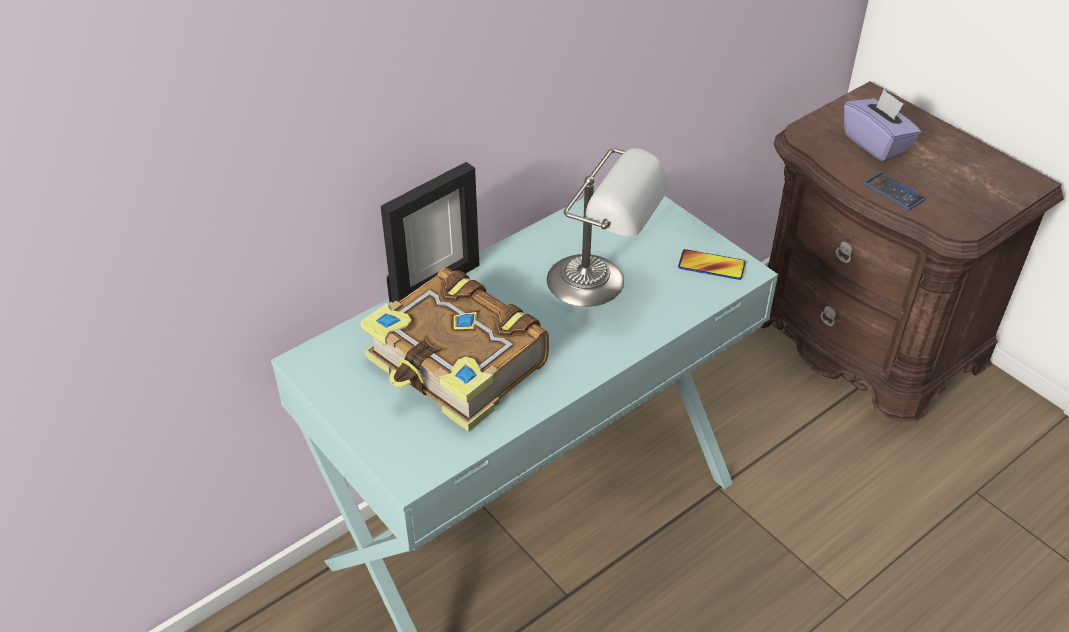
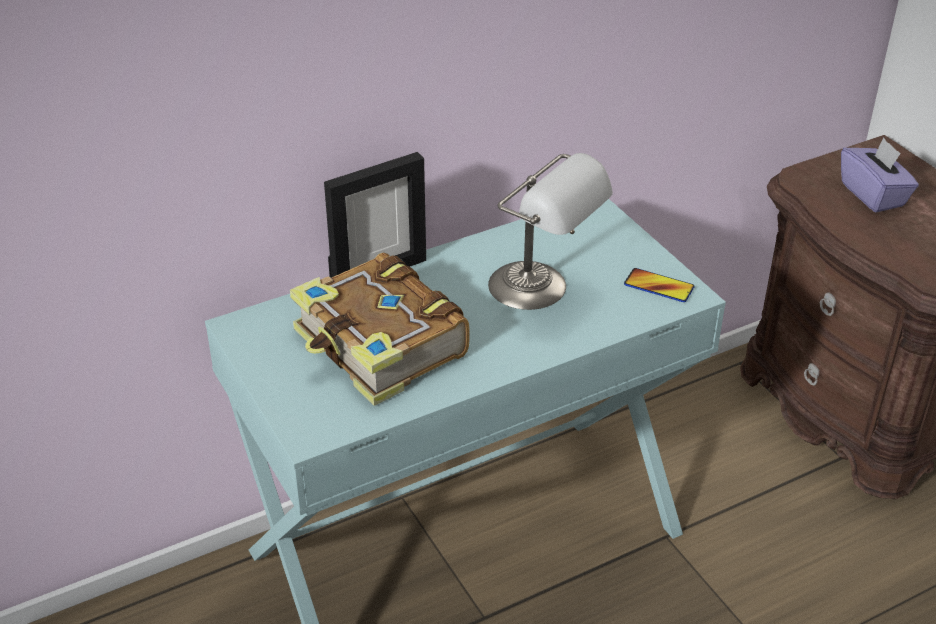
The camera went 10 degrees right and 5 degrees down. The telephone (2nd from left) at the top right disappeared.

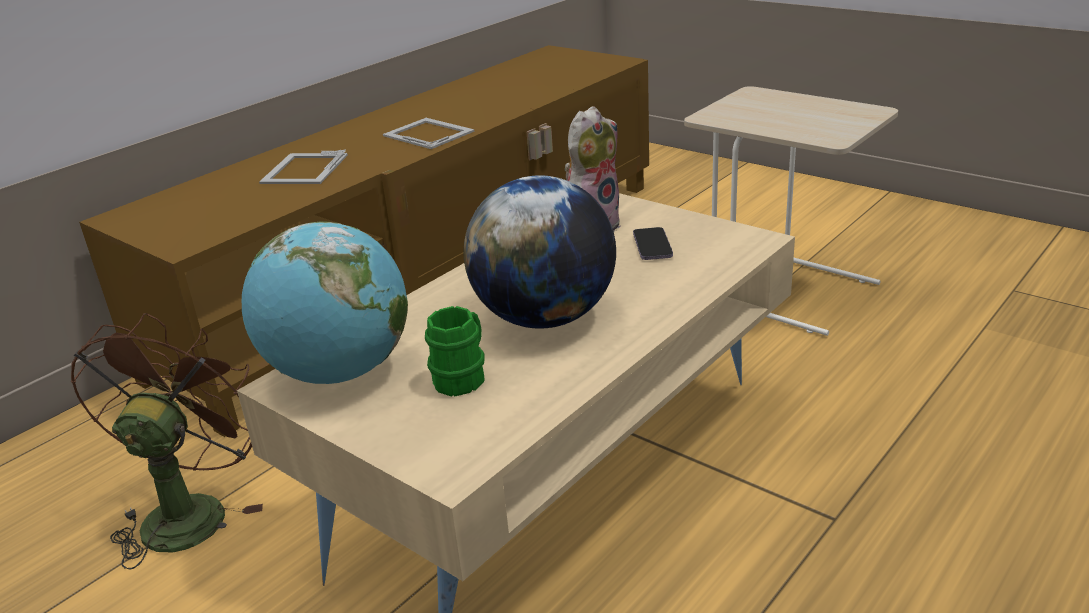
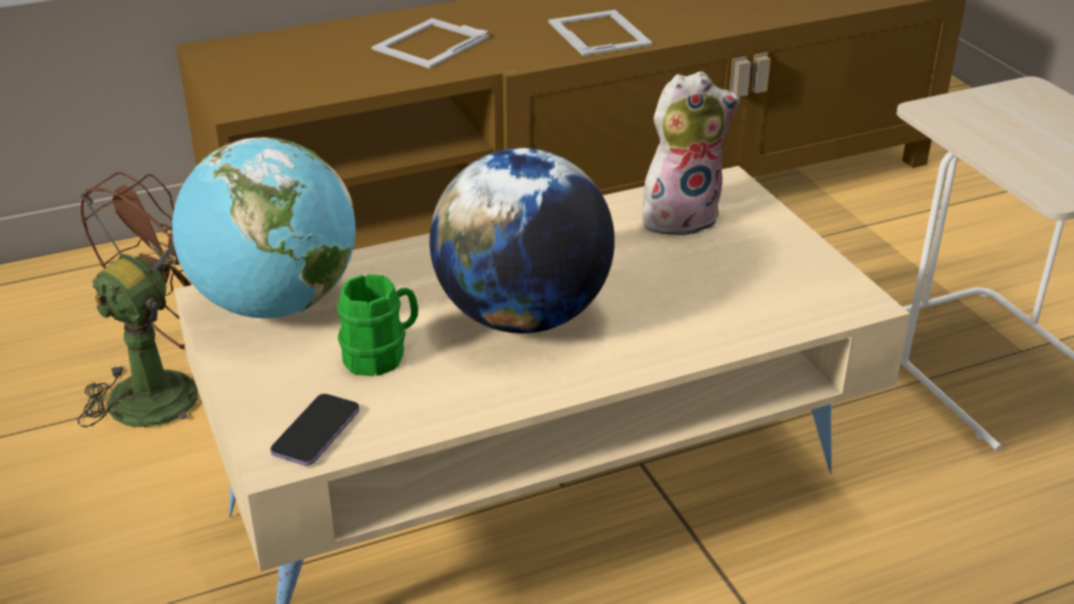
The camera went 25 degrees right and 5 degrees up. The telephone moved from the centre to the bottom left.

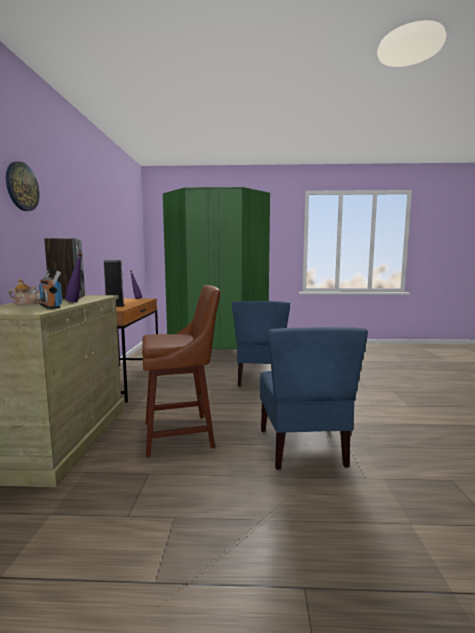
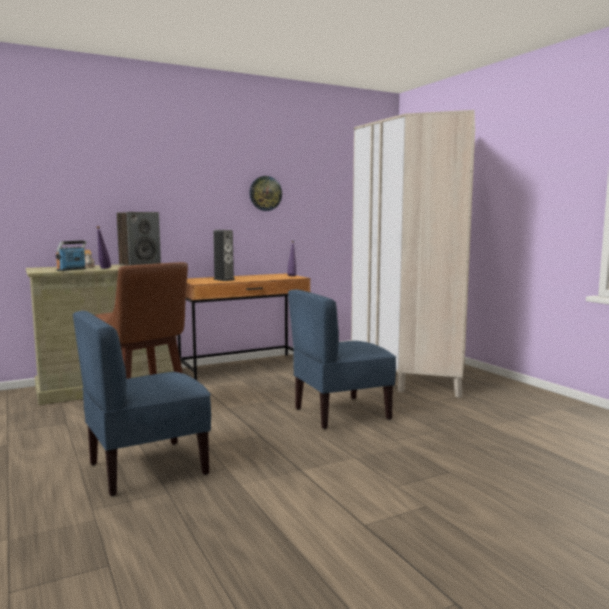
The camera went 60 degrees right and 0 degrees up. The clock on the wall moved from the top left to the top centre. The green-coloured armoire at the centre became the beige-coloured armoire at the middle right.

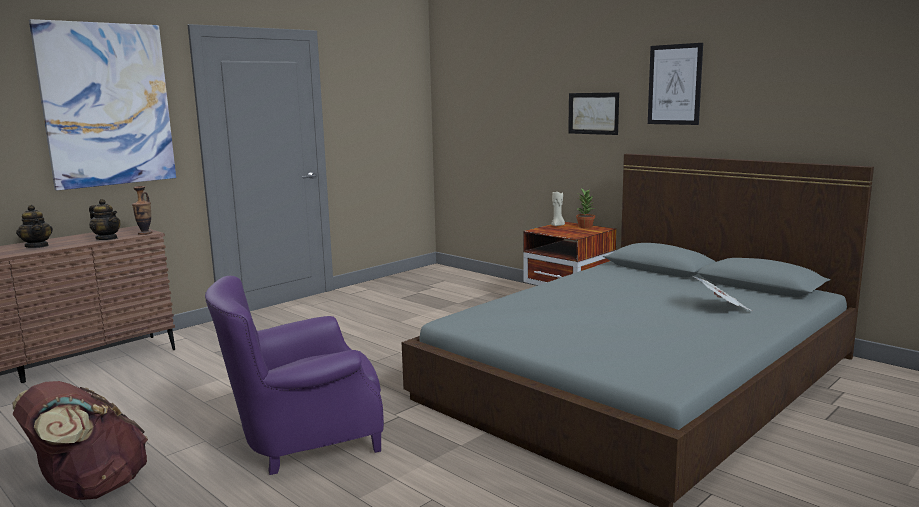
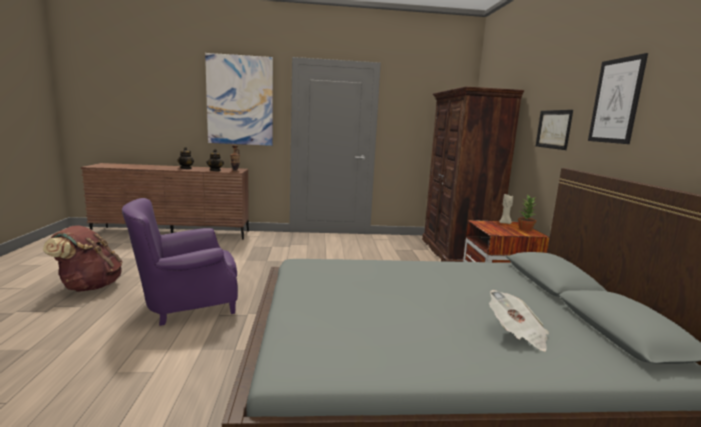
The camera went 40 degrees right and 0 degrees up. The purple-coloured armchair at the bottom left turned 45 degrees counterclockwise. The brown armoire at the middle right appeared.

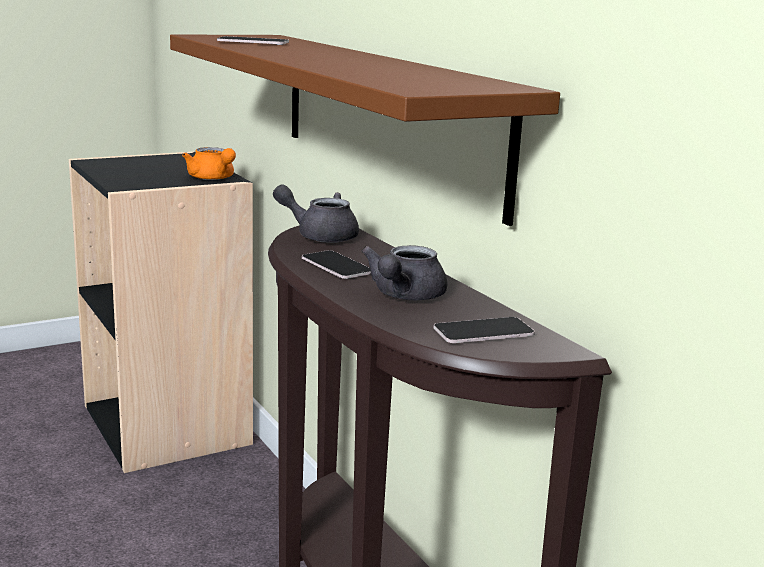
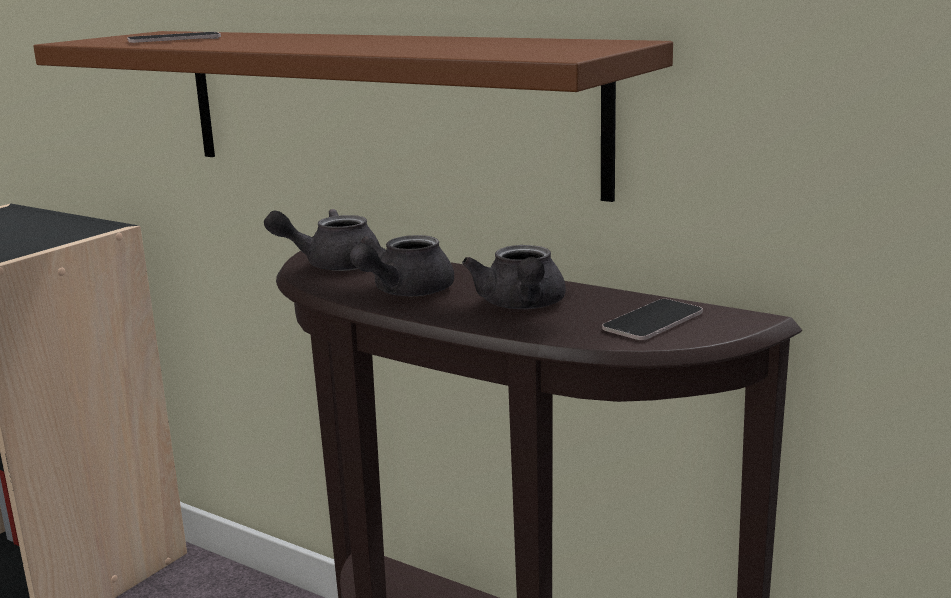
The camera went 25 degrees left and 0 degrees up. The orange pot for tea at the top left disappeared. The telephone (2nd from left) at the centre was replaced by the gray pot for tea (2nd from left) at the centre.

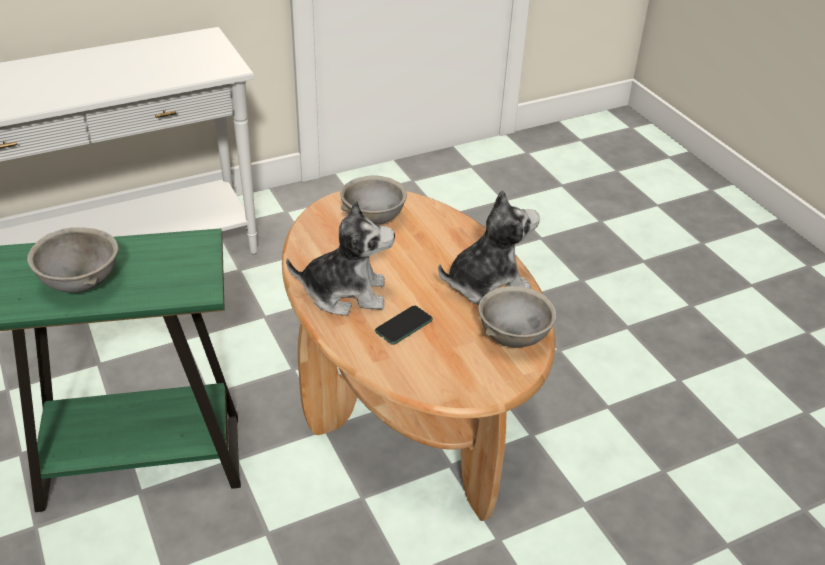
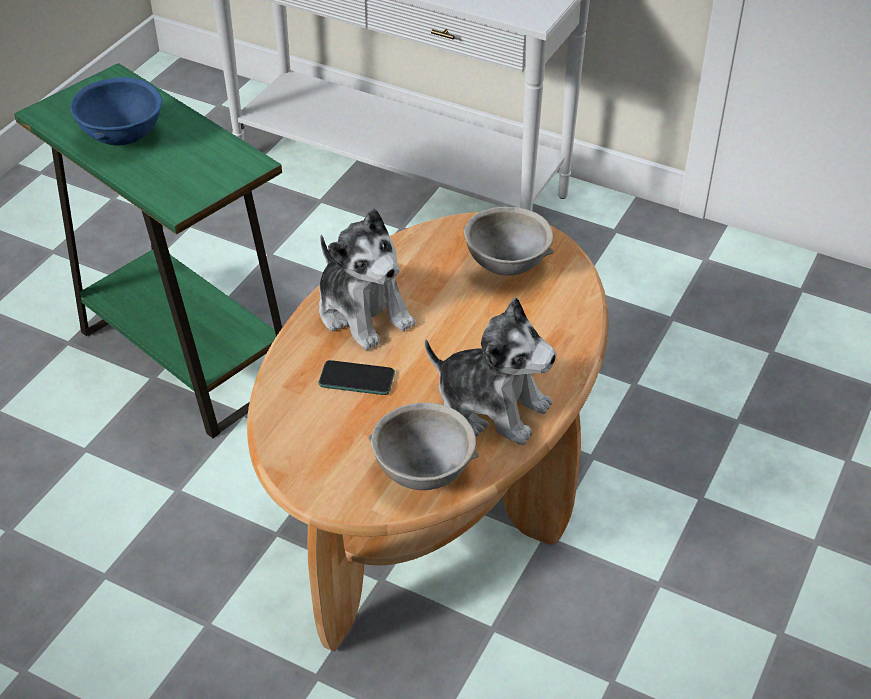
The camera went 55 degrees right and 5 degrees up. The gray bowl (1st from left) at the middle left became the blue-coloured bowl at the top left.

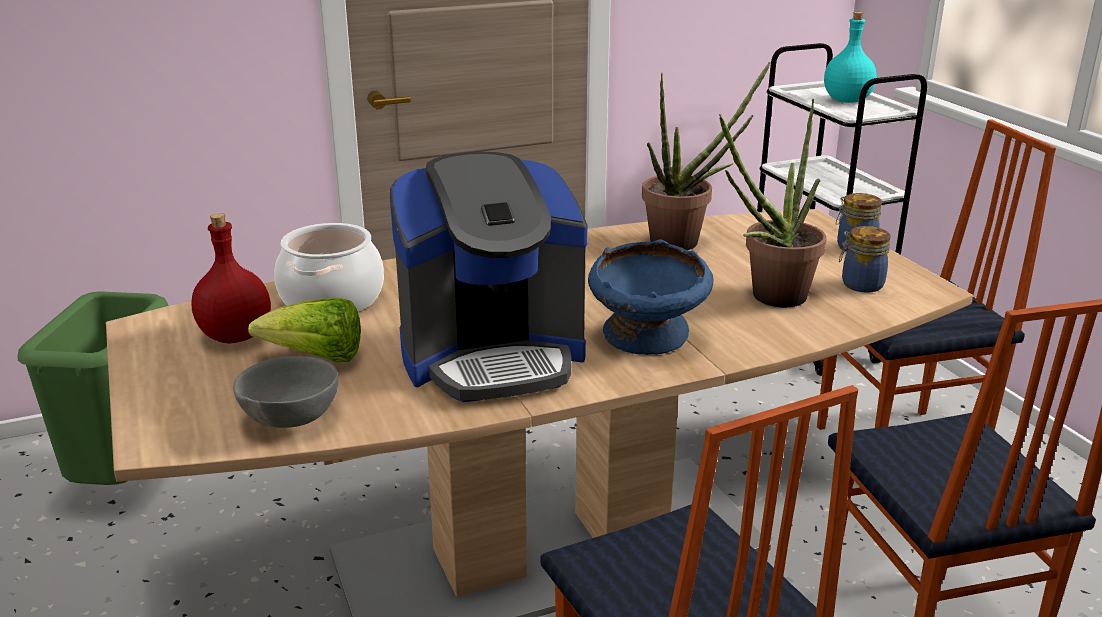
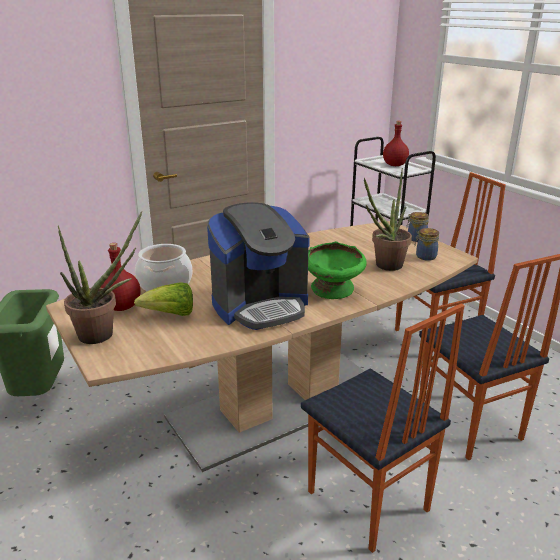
The camera went 10 degrees left and 0 degrees up. The gray bowl at the middle left disappeared. The blue-coloured bowl at the centre became the green-coloured bowl at the centre. The plant in a pot (1st from left) moved from the top centre to the middle left. The blue-green drink bottle at the top right became the reddish drink bottle (2nd from left) at the top right.

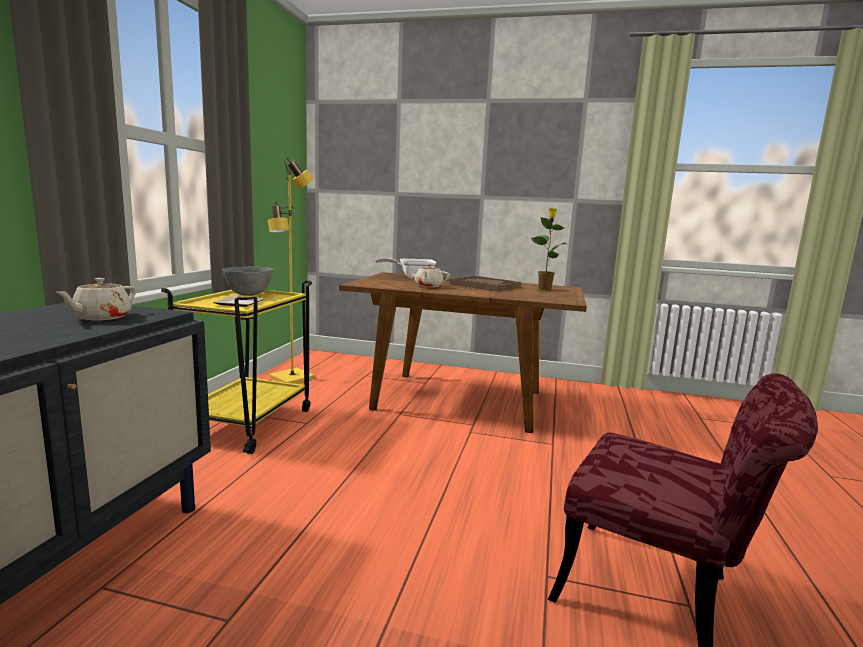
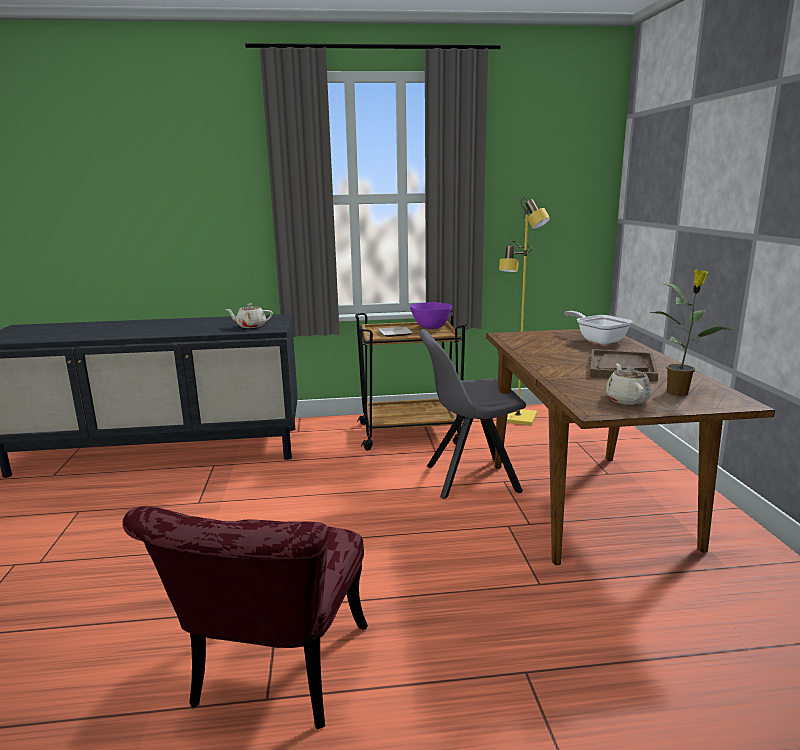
The camera went 70 degrees right and 5 degrees up. The yellow trolley at the middle left became the brown trolley at the centre. The gray bowl at the middle left became the purple-coloured bowl at the centre. The beige-coloured pot for tea (2nd from left) moved from the centre to the middle right. The gray upright chair at the centre appeared.

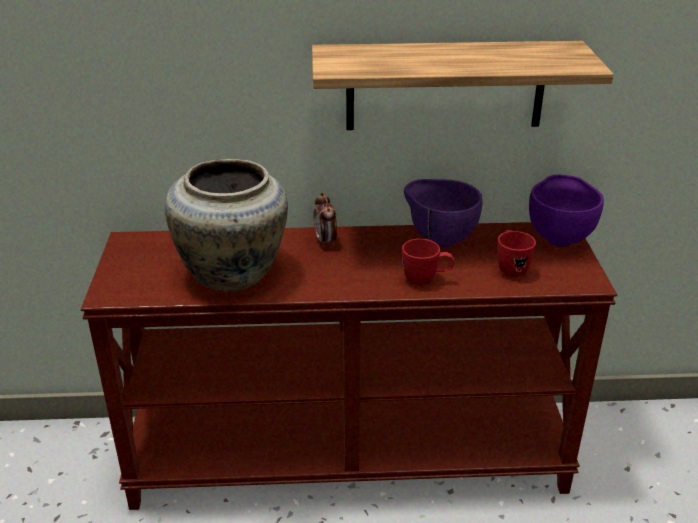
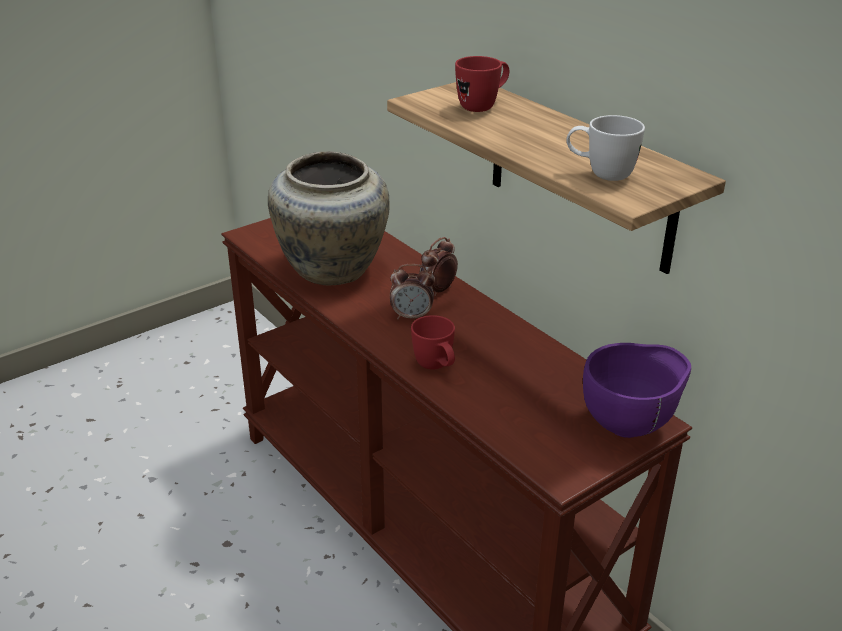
The camera went 55 degrees right and 0 degrees up. The purple-coloured bowl (1st from left) at the centre disappeared. The reddish tea mug (2nd from left) moved from the middle right to the top centre. The alarm clock (1st from left) at the centre appeared. The whitish tea mug at the top right appeared.

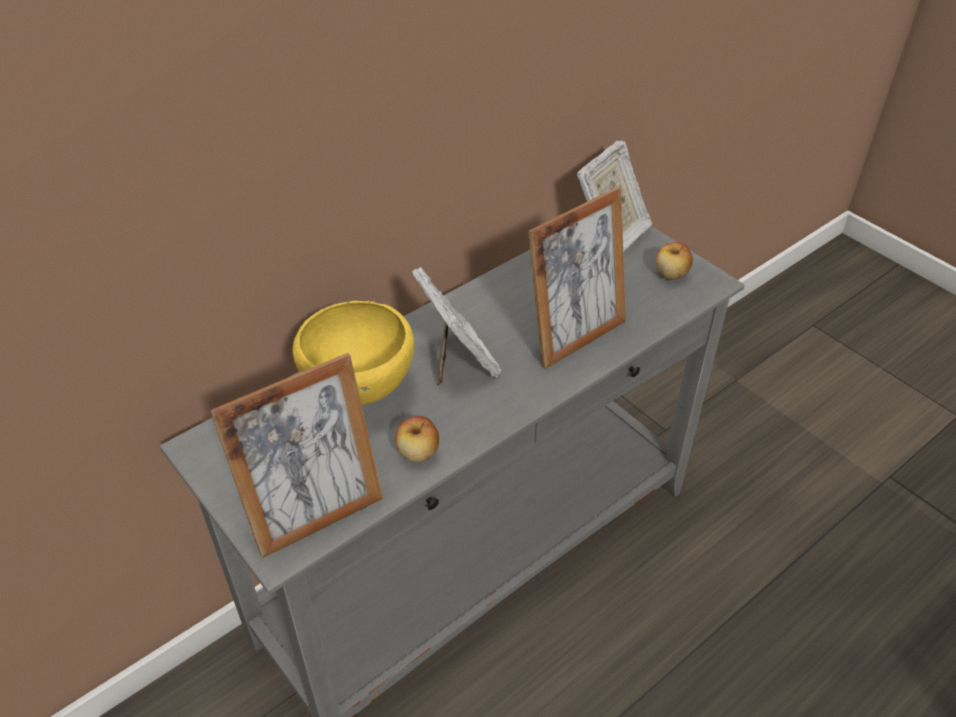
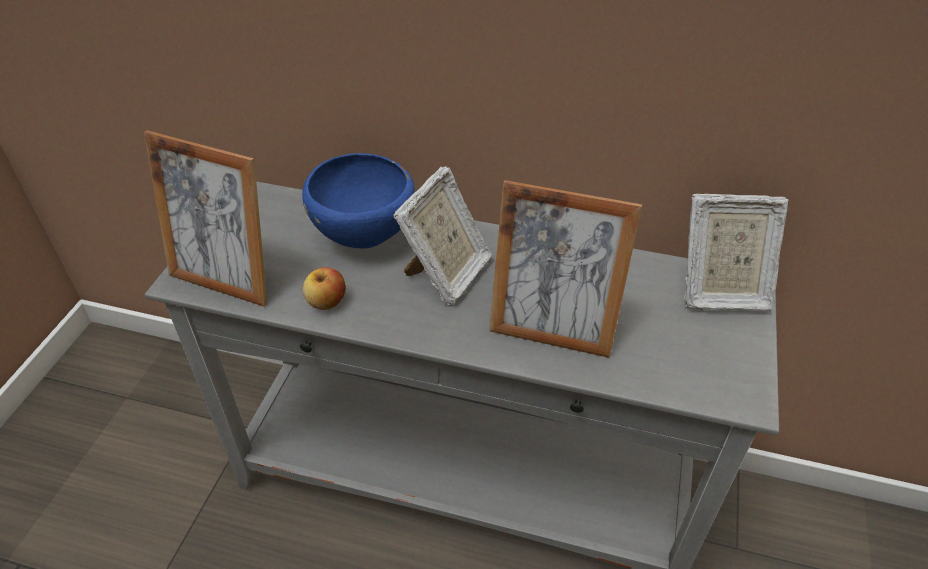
The camera went 55 degrees right and 0 degrees up. The yellow bowl at the centre became the blue-coloured bowl at the centre. The apple (2nd from left) at the middle right disappeared.

